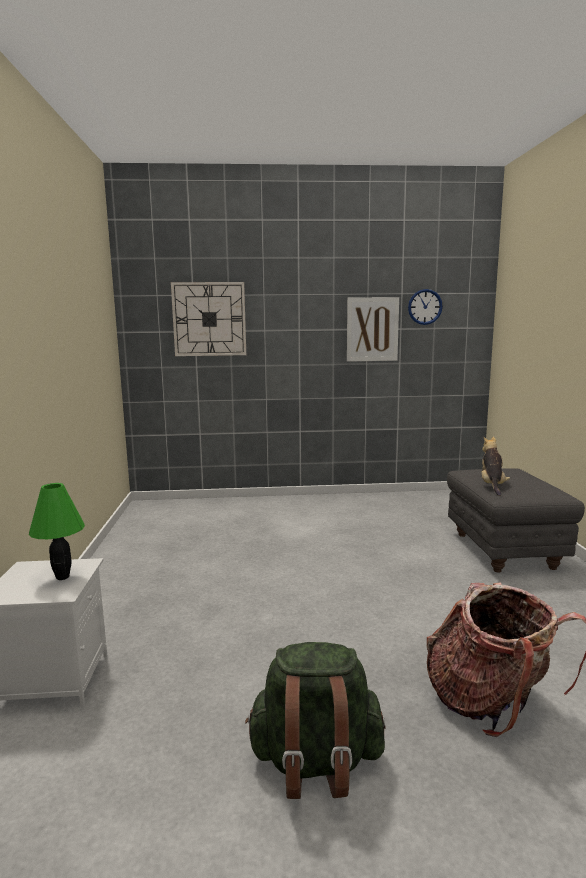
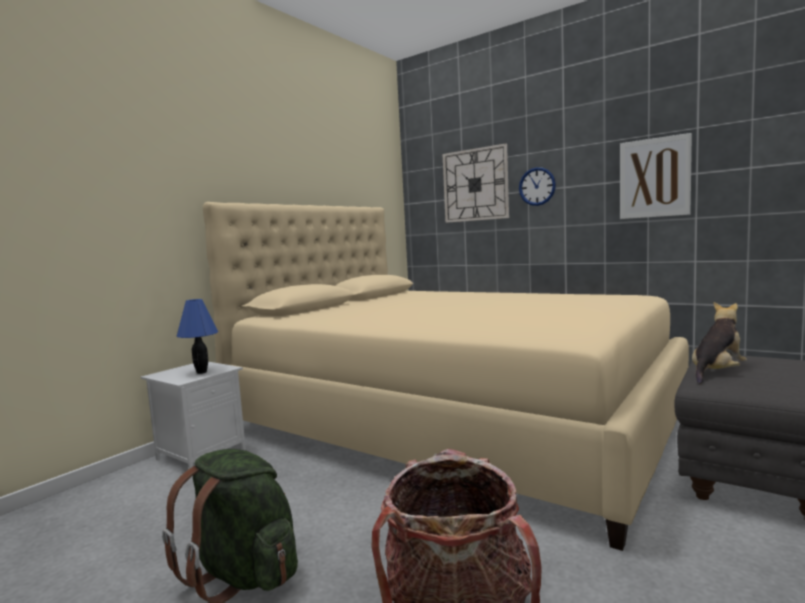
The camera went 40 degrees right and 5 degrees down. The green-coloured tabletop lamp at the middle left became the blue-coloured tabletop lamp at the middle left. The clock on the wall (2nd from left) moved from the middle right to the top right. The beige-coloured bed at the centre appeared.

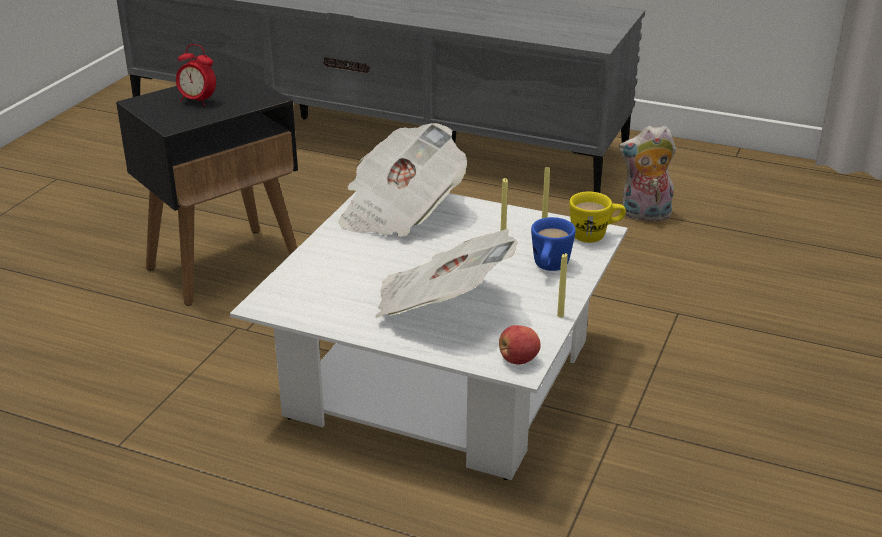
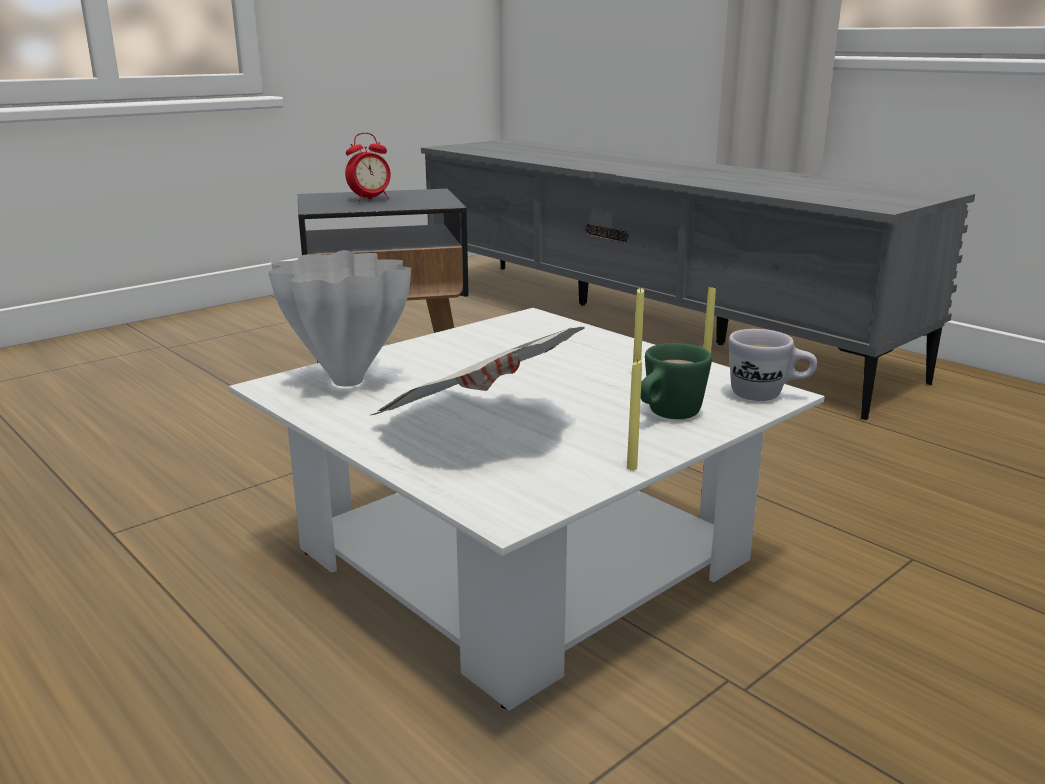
The camera went 25 degrees right and 10 degrees down. The alarm clock at the top left turned 75 degrees counterclockwise. The printed paper (1st from left) at the centre disappeared. The apple at the centre disappeared. The blue-coloured tea mug at the centre became the green-coloured tea mug at the centre. The yellow tea mug at the middle right became the whitish tea mug at the middle right. The soft toy at the top right disappeared. The whitish decorative vase at the middle left appeared.

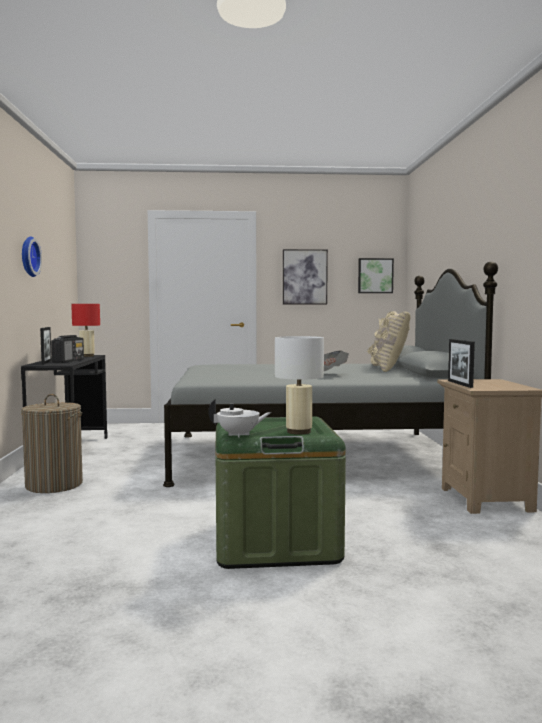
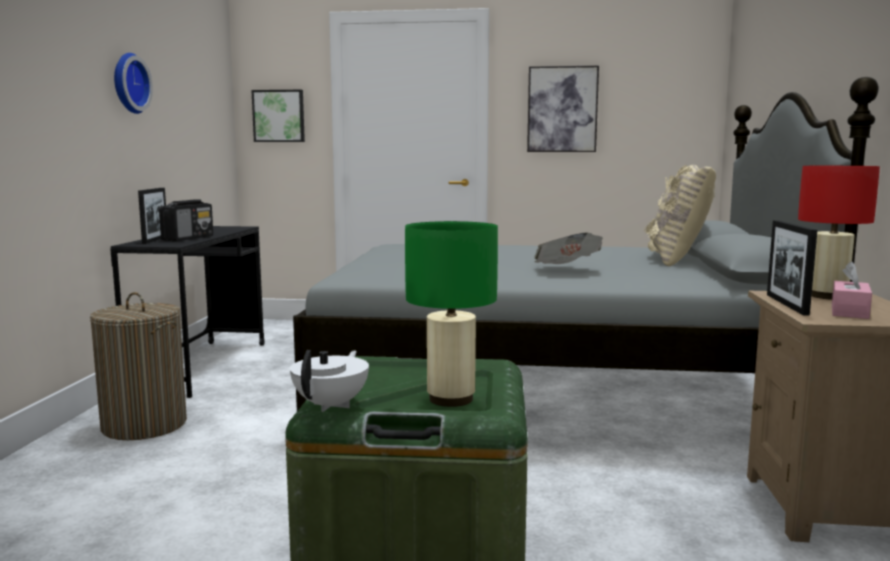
The camera went 10 degrees right and 5 degrees up. The reddish tabletop lamp moved from the middle left to the middle right. The whitish pot for tea at the centre turned 75 degrees counterclockwise. The whitish tabletop lamp at the centre became the green-coloured tabletop lamp at the centre. The wall picture (2nd from left in the first image) moved from the middle right to the top left. The pinkish tissue box at the middle right appeared.

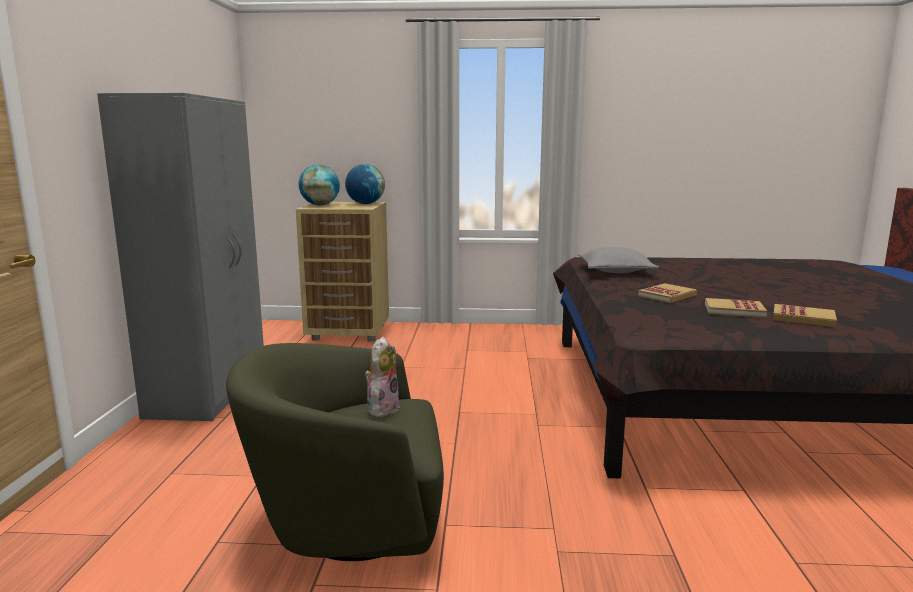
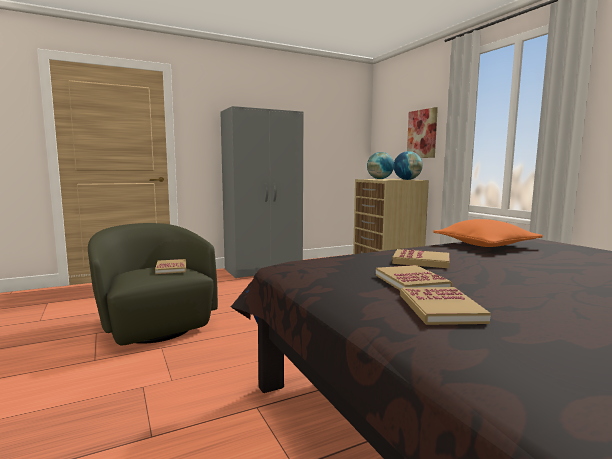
The camera went 60 degrees right and 5 degrees down. The soft toy at the centre was replaced by the volume (1st from left) at the middle left. The gray cushion at the middle right became the orange cushion at the middle right. The wall picture at the top right appeared.

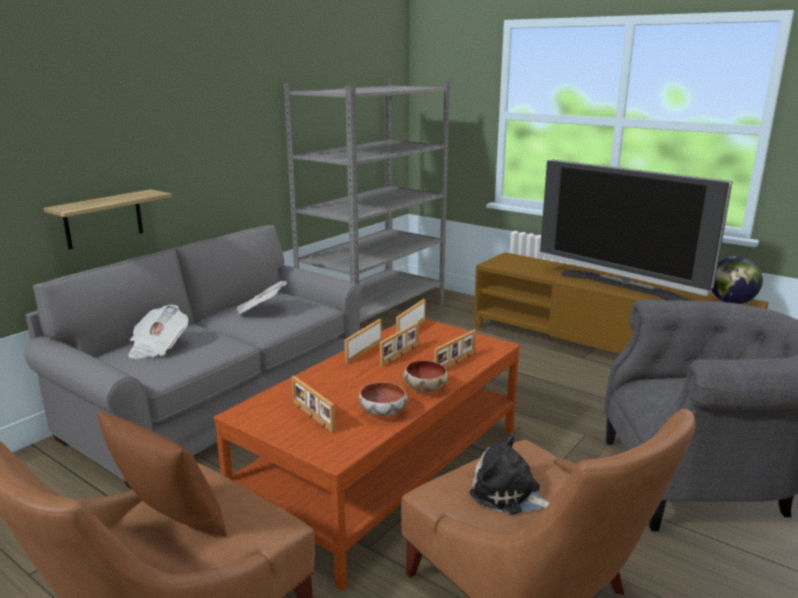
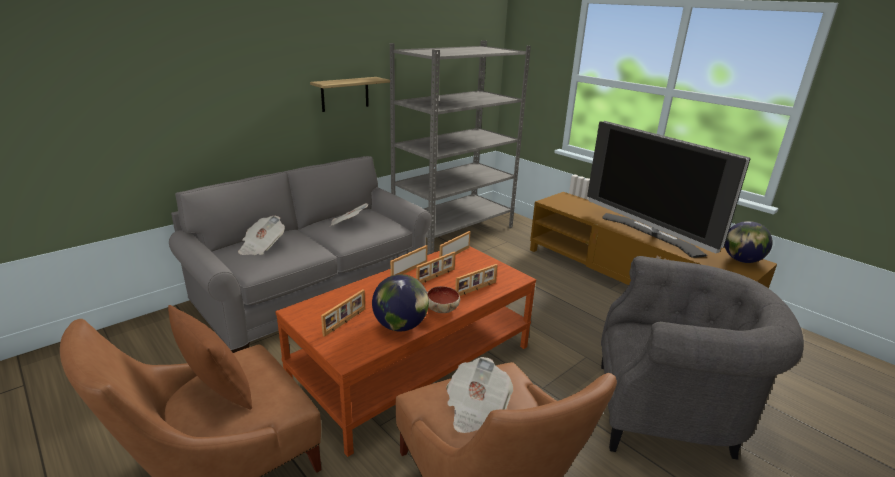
The camera went 10 degrees right and 5 degrees up. The shelf moved from the middle left to the top centre. The picture frame (1st from left) at the bottom centre turned 120 degrees counterclockwise. The bowl (1st from left) at the bottom centre was replaced by the desk globe (1st from left) at the centre. The soft toy at the bottom centre was replaced by the printed paper (3rd from left) at the bottom centre.

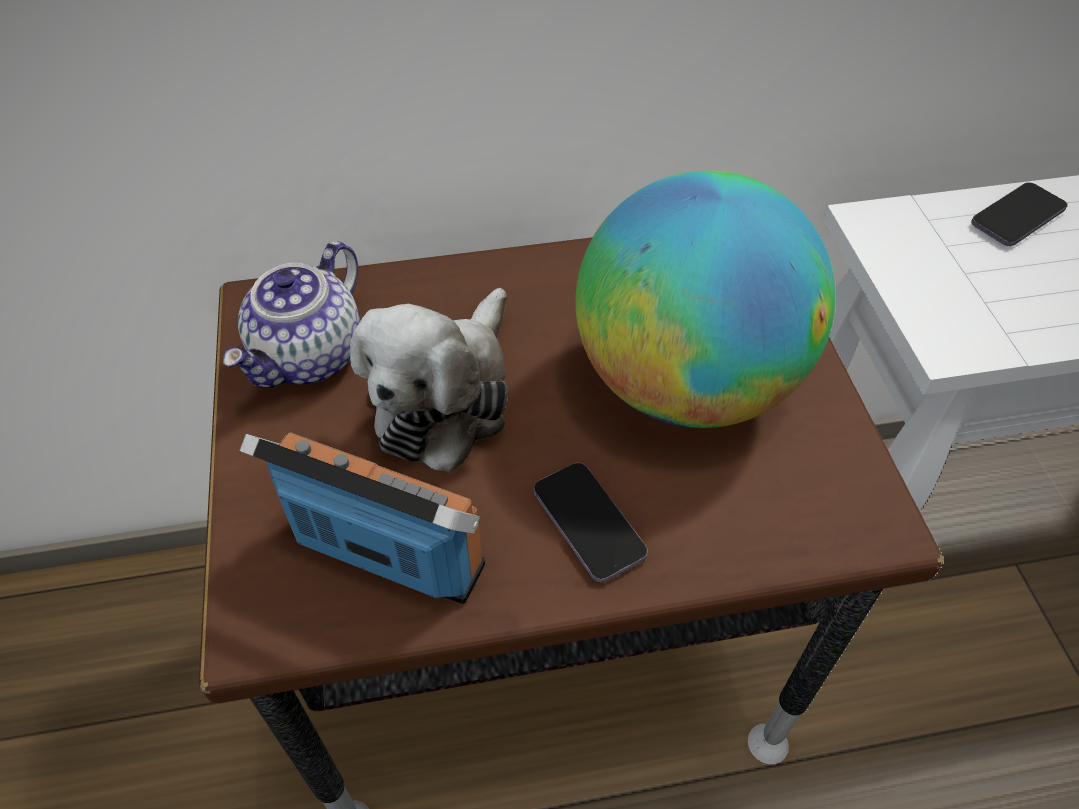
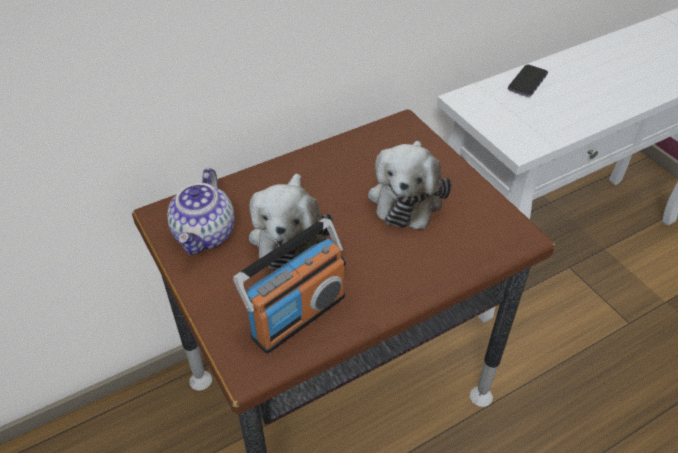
The camera went 20 degrees left and 5 degrees down. The radio at the centre turned 135 degrees clockwise. The telephone (1st from left) at the centre disappeared. The desk globe at the centre was replaced by the soft toy (2nd from left) at the centre.

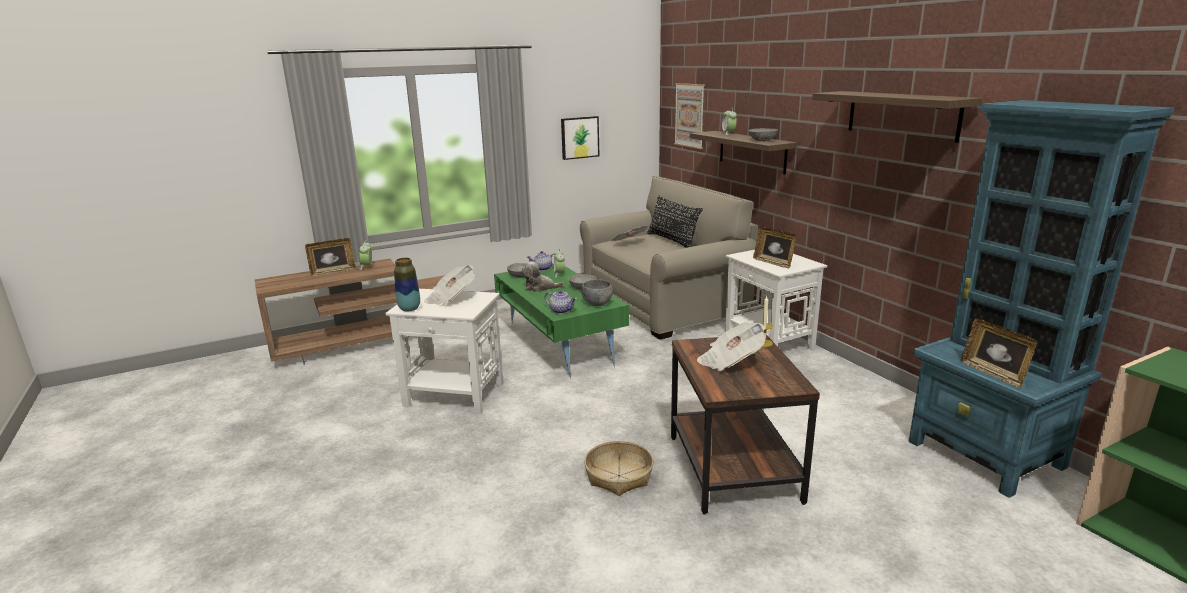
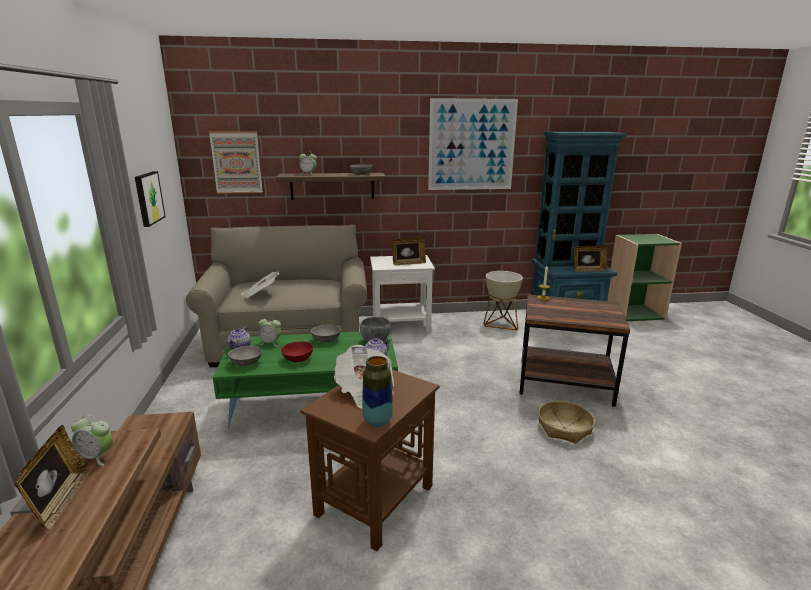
The camera went 70 degrees left and 0 degrees up. The whitish accent table (1st from left) at the centre became the brown accent table (1st from left) at the bottom centre. The soft toy at the centre was replaced by the reddish bowl at the centre. The blackish cushion at the centre disappeared. The printed paper (3rd from left) at the centre disappeared. The shelf (2nd from left) at the top right was replaced by the wall picture (3rd from left) at the top centre. The plant pot at the centre appeared.

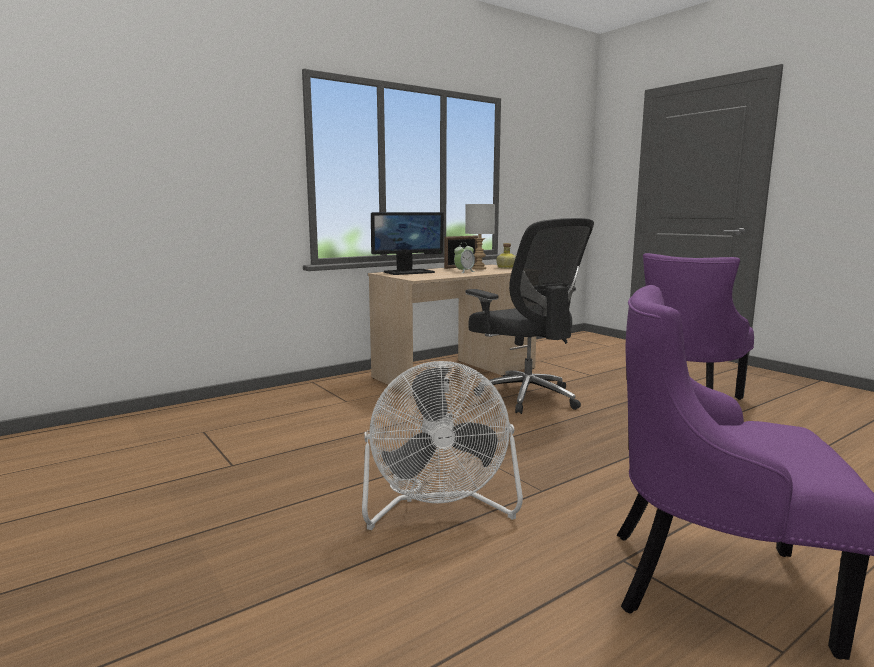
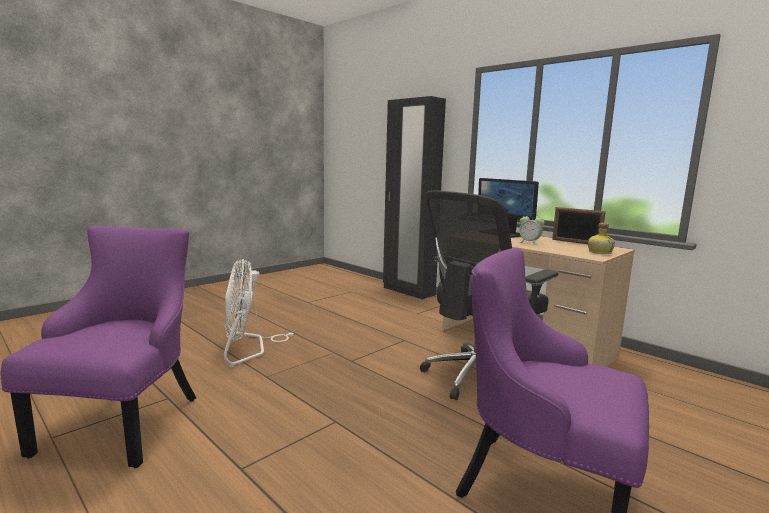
The camera went 80 degrees right and 0 degrees up. The gray tabletop lamp at the centre disappeared. The blackish armoire at the centre appeared.

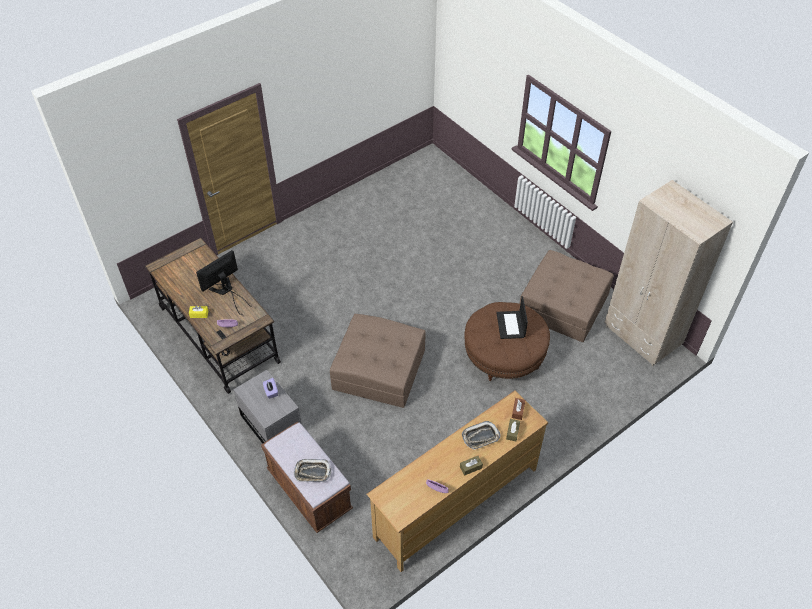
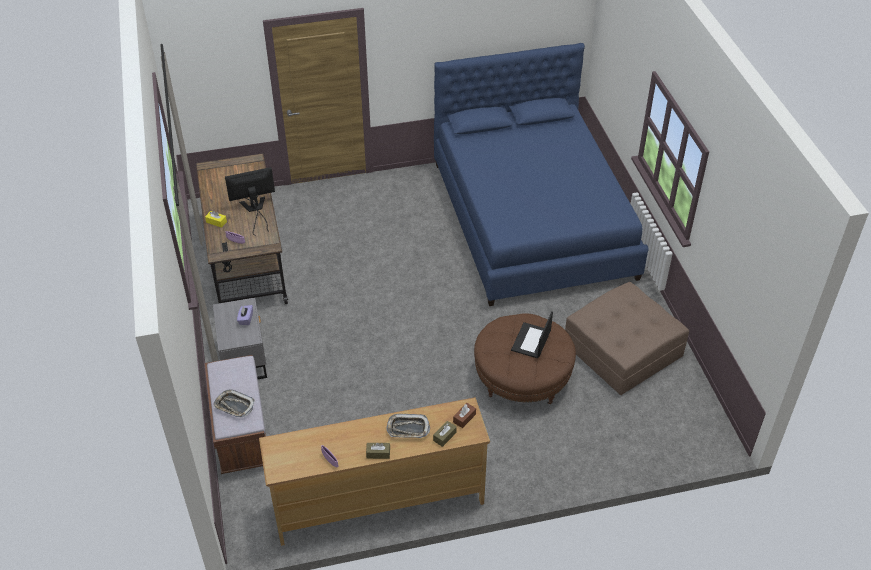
The camera went 25 degrees right and 5 degrees down. The brown pouffe (1st from left) at the centre disappeared. The beige-coloured armoire at the middle right disappeared. The blue-coloured bed at the top centre appeared.

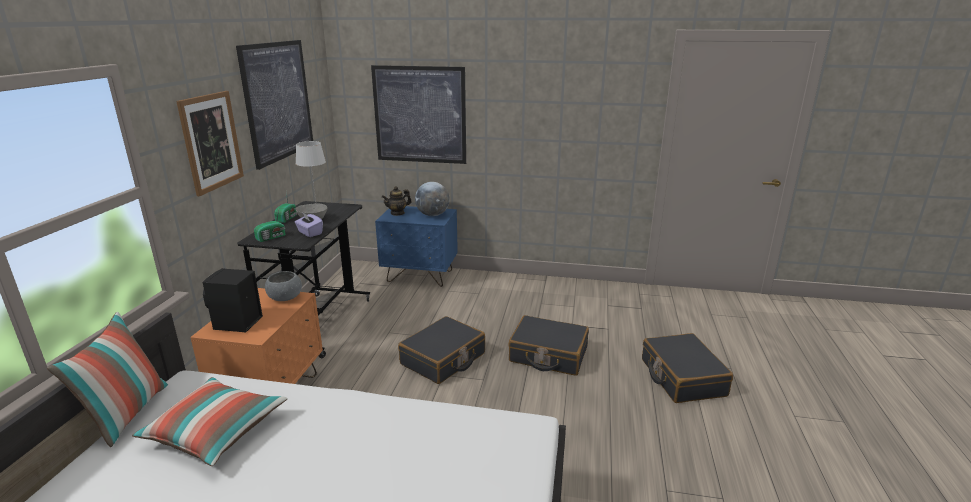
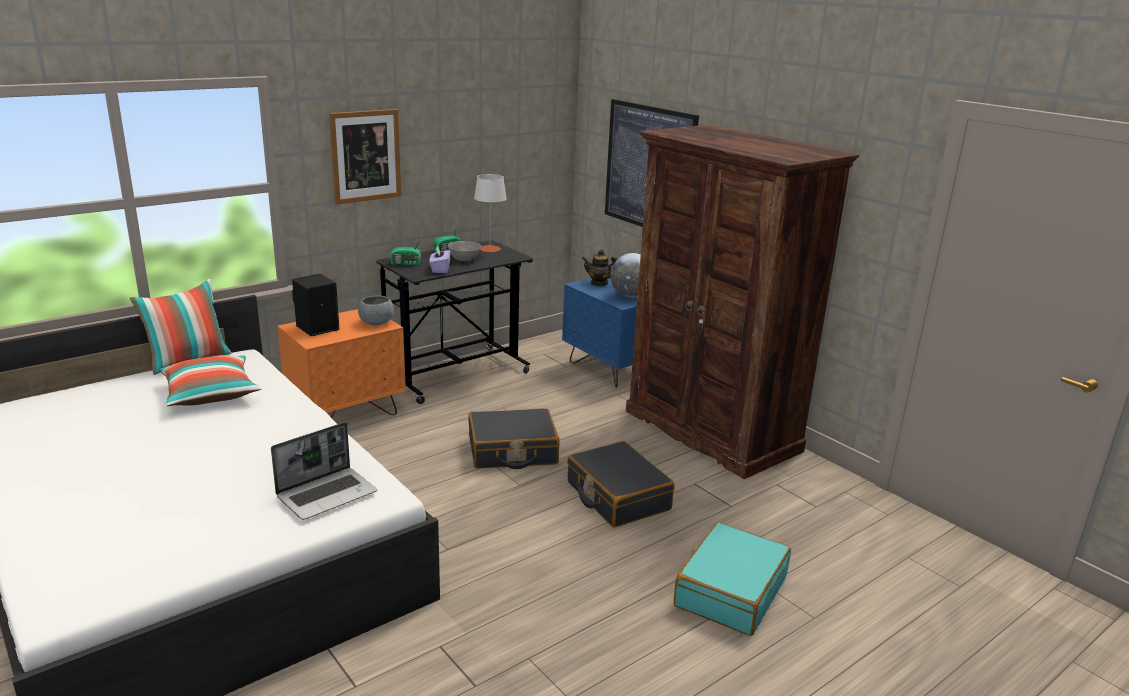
The camera went 40 degrees right and 0 degrees up. The wall picture (2nd from left) at the top left disappeared. The blackish piece of luggage (3rd from left) at the bottom right became the blue-green piece of luggage at the bottom centre. The portable computer at the bottom left appeared. The brown armoire at the centre appeared.

